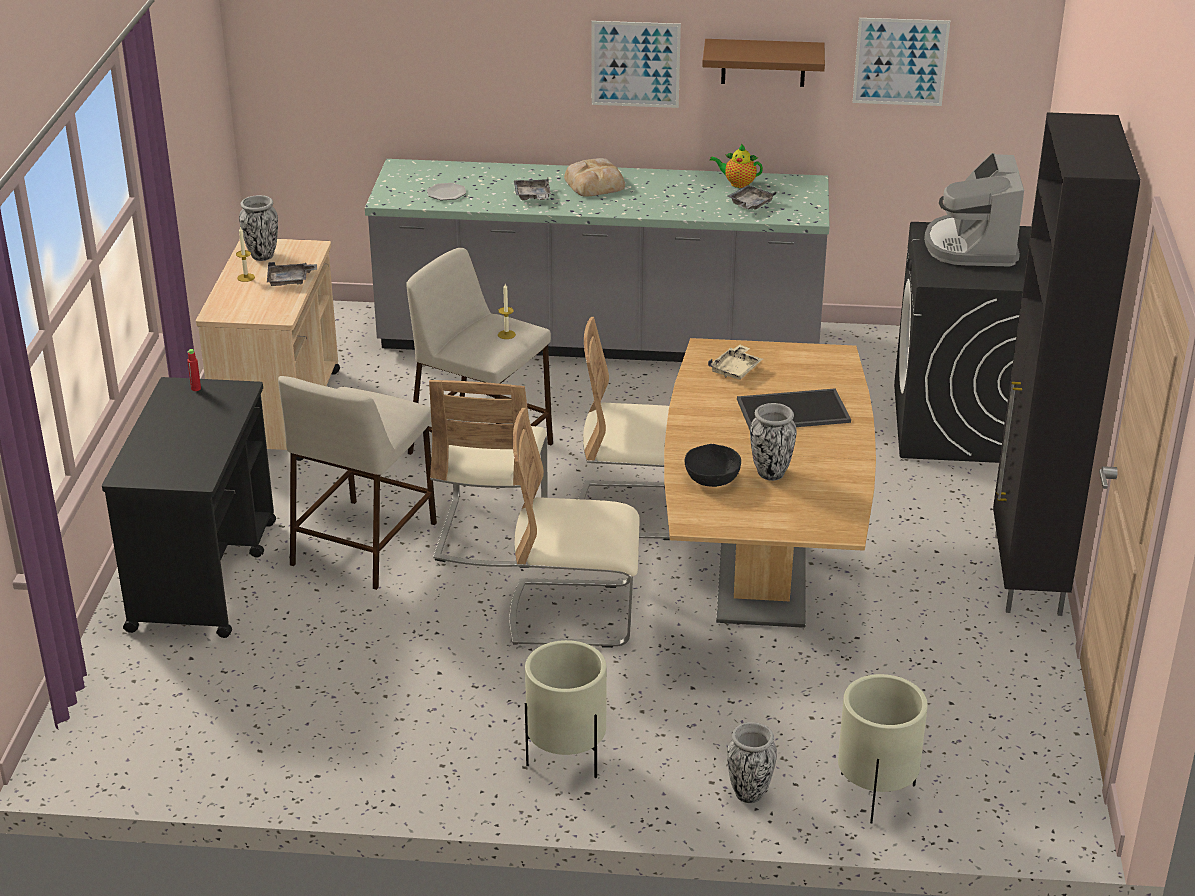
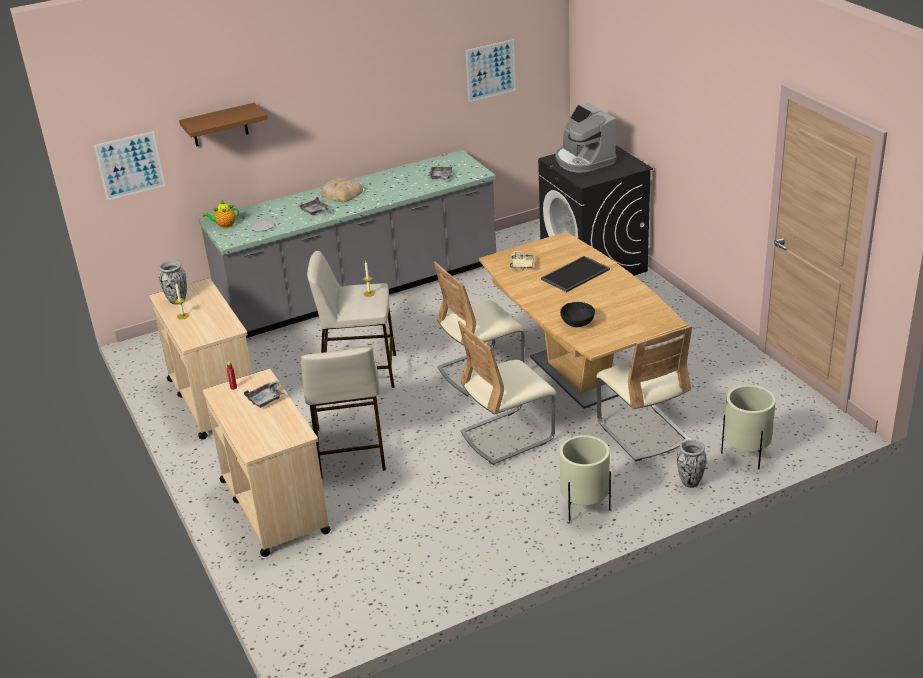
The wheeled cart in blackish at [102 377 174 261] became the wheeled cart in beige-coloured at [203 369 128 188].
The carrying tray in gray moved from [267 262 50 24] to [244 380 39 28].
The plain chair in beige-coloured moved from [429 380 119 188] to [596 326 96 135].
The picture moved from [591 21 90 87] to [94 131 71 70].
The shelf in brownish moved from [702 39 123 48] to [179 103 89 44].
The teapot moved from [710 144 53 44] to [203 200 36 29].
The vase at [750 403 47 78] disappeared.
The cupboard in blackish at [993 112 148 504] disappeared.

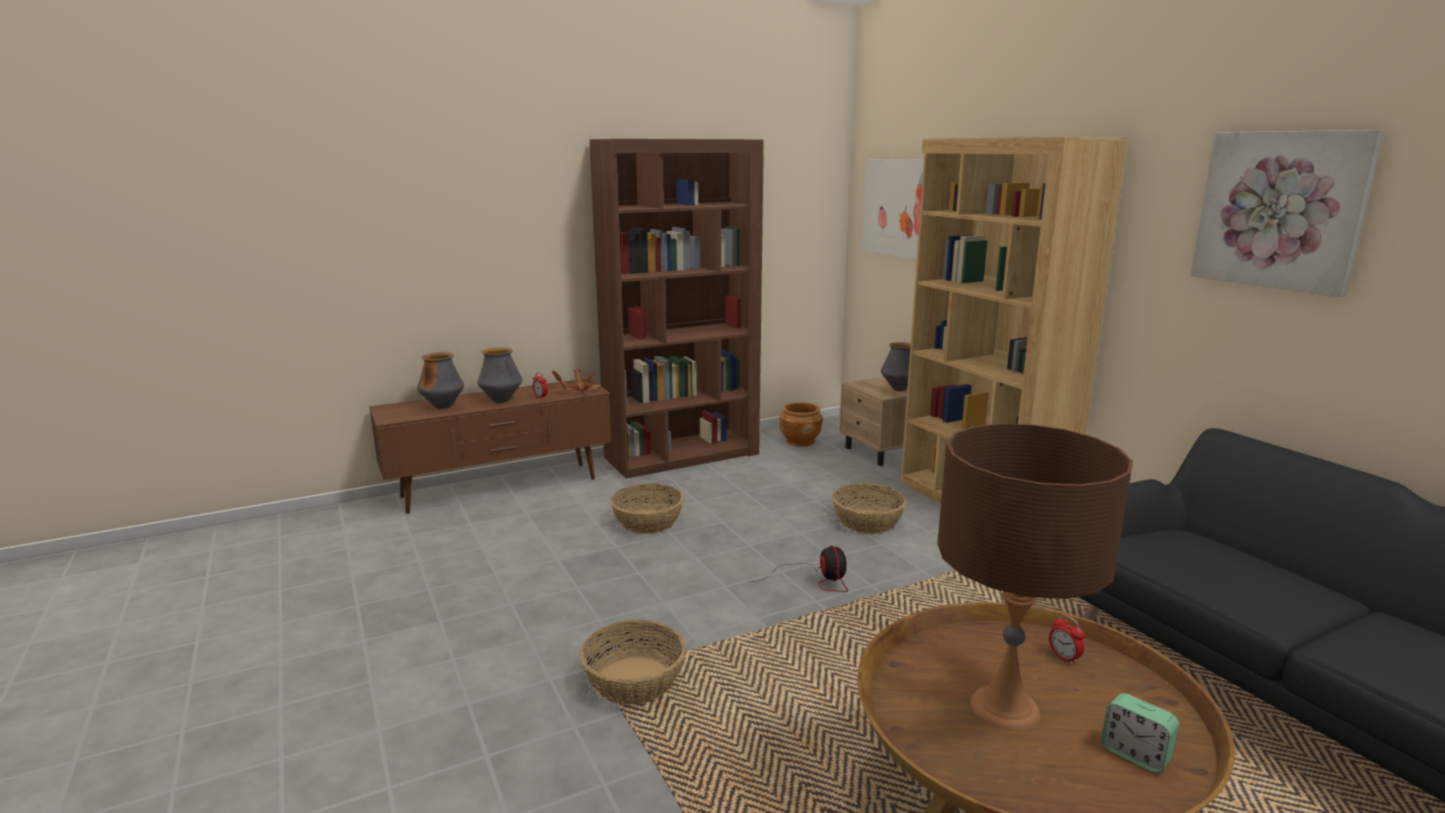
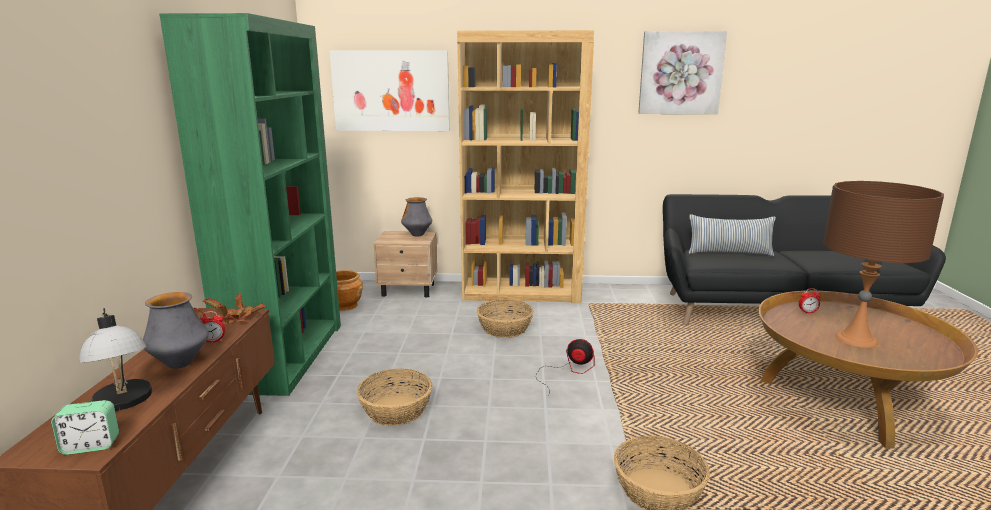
The vase at [417 352 47 57] was replaced by the table lamp at [79 308 73 103].
The bookshelf in brownish at [589 139 175 340] became the bookshelf in green-coloured at [159 13 182 383].
The table clock moved from [1101 693 78 80] to [51 400 68 55].
The pillow at [688 215 88 41] appeared.

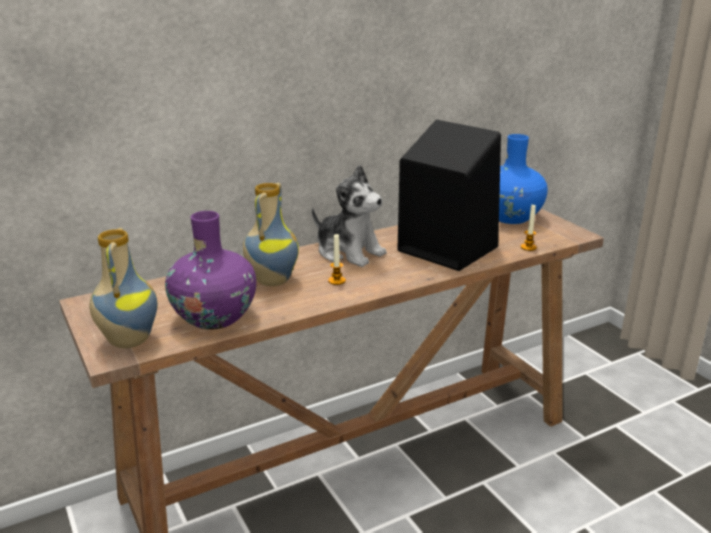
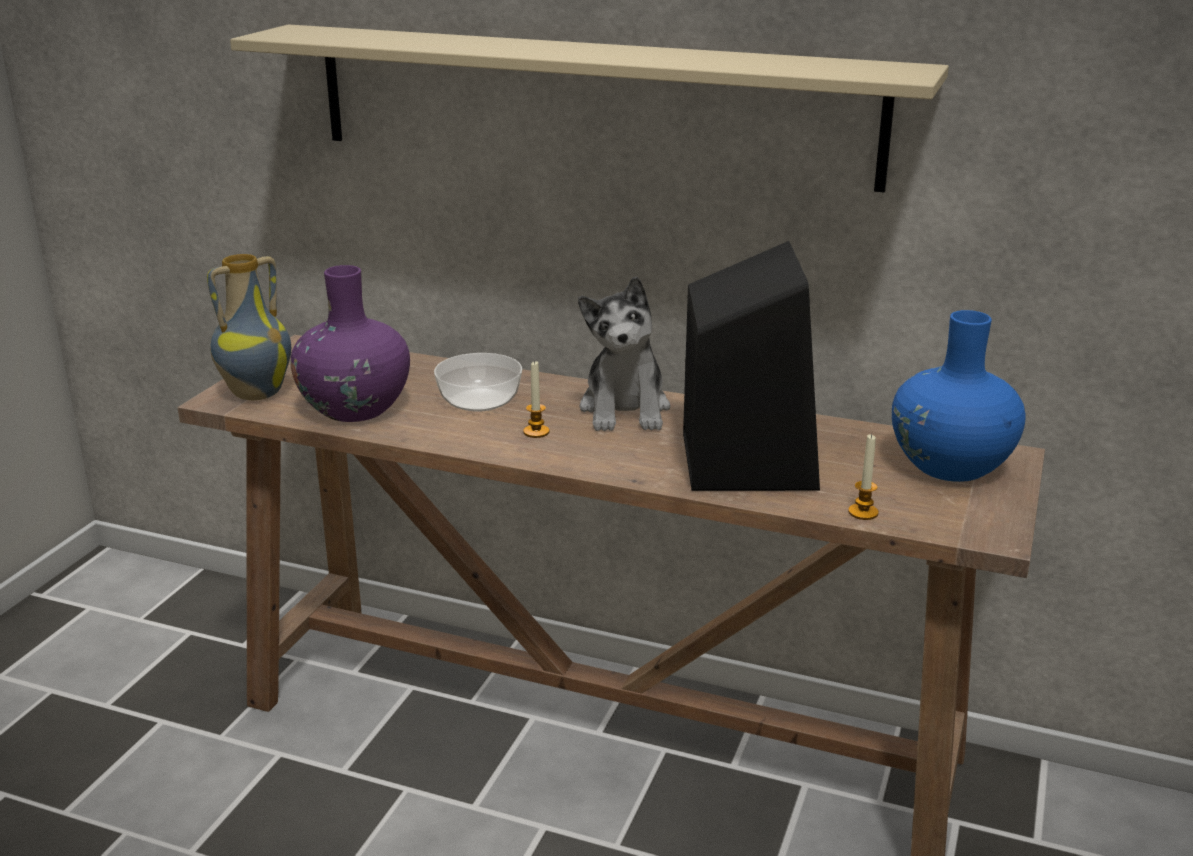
The vase at [243 183 56 103] was replaced by the serving bowl at [434 353 88 59].
The shelf in beige-coloured at [230 24 719 169] appeared.

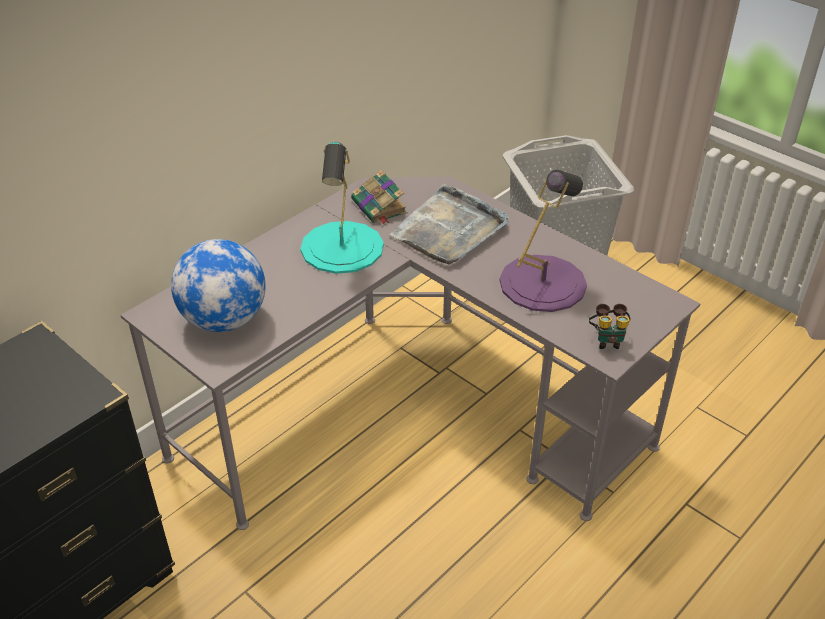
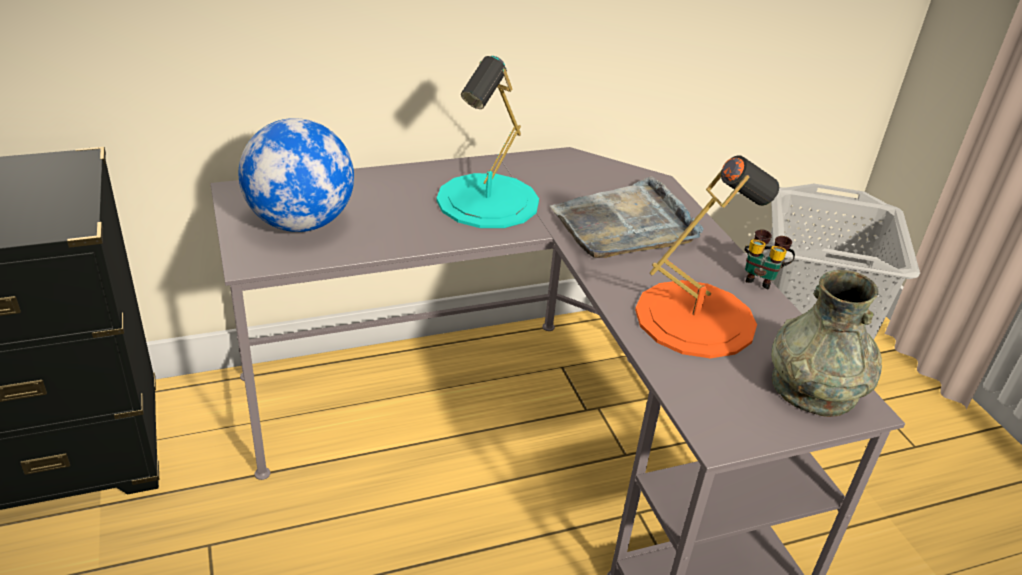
The volume at [351 170 56 55] disappeared.
The table lamp in purple-coloured at [499 170 88 142] became the table lamp in orangey at [635 155 144 203].
The binoculars moved from [589 304 41 45] to [745 229 50 60].
The vase in gray at [771 270 111 147] appeared.

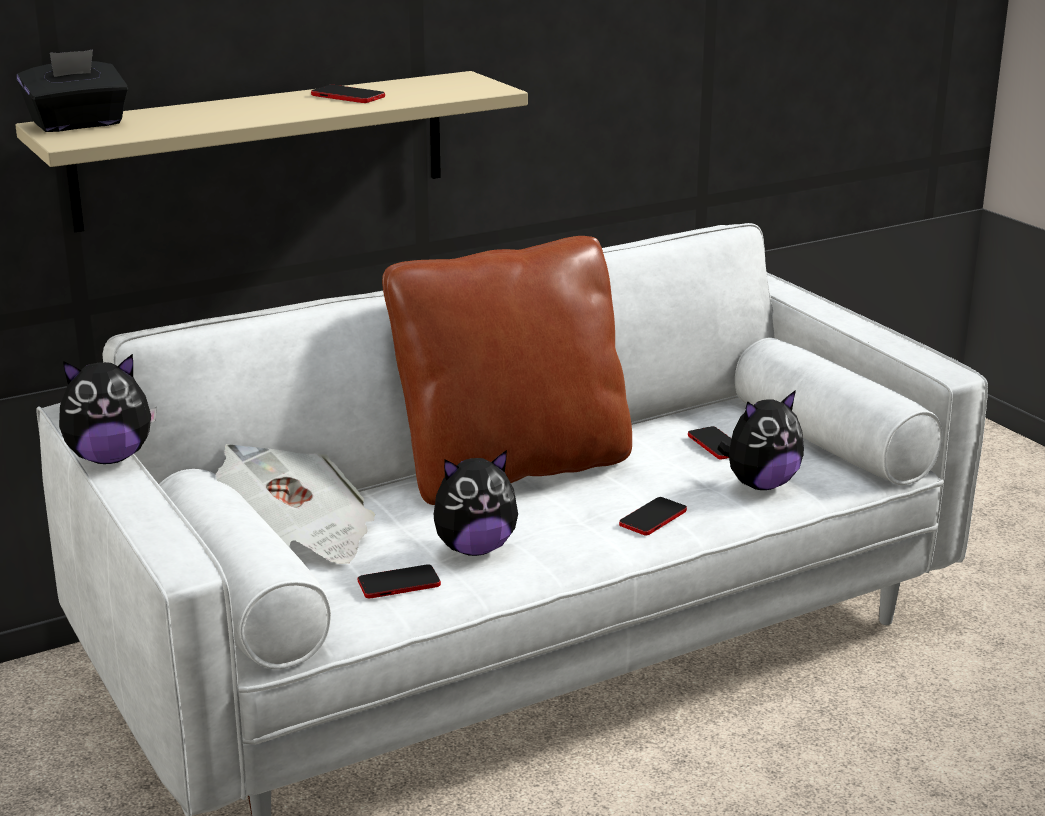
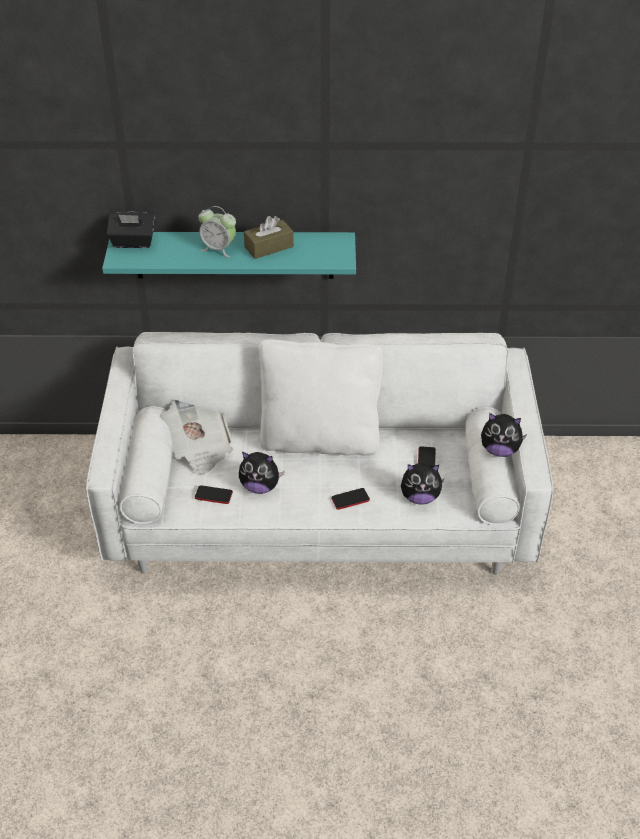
The shelf in beige-coloured at [15 71 513 161] became the shelf in turquoise at [102 232 254 47].
The cuddly toy moved from [59 354 98 110] to [481 413 46 44].
The handset at [311 85 74 18] was replaced by the tissue holder in brownish at [244 216 50 43].
The pillow in brownish at [382 236 250 269] became the pillow in whitish at [259 339 124 117].
The table clock at [198 206 38 52] appeared.

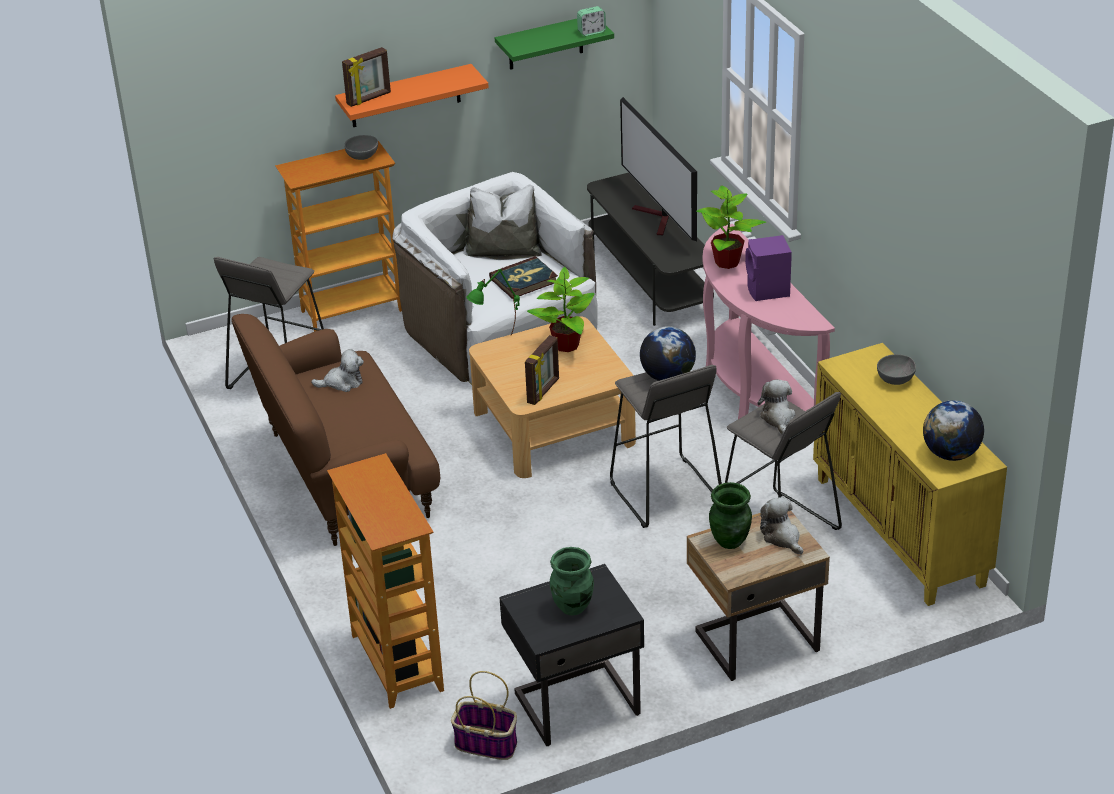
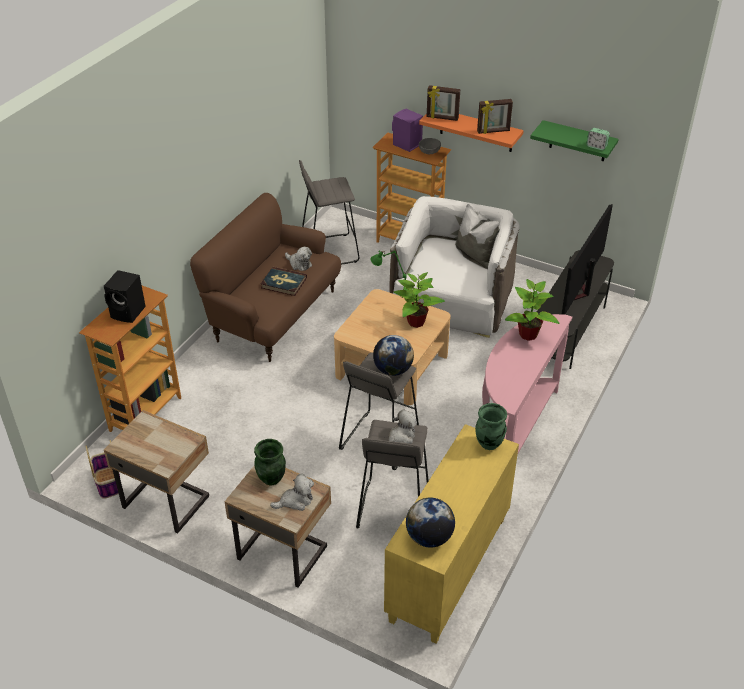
The volume moved from [489 256 69 43] to [261 267 46 29].
The night table in blackish at [499 564 145 182] became the night table in beige-coloured at [104 410 105 124].
The standing frame moved from [525 335 34 70] to [477 99 36 35].
The vase in green-coloured moved from [550 547 44 69] to [475 403 32 47].
The speaker in purple-coloured moved from [745 235 47 66] to [392 109 31 43].
The cuddly toy at [760 497 43 58] turned 45 degrees clockwise.
The serving bowl in gray at [877 354 39 31] disappeared.
The speaker in blackish at [104 270 42 53] appeared.

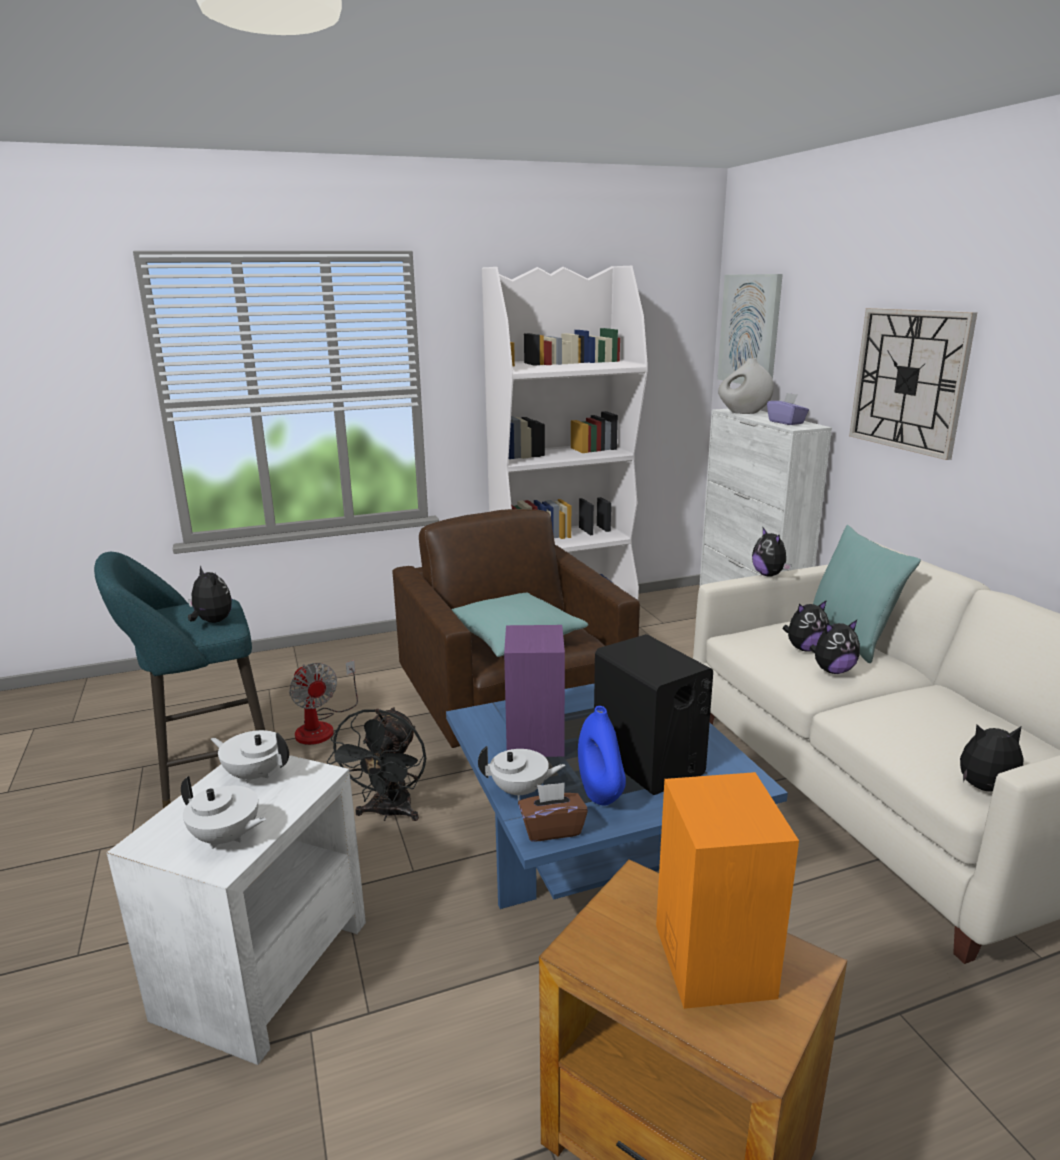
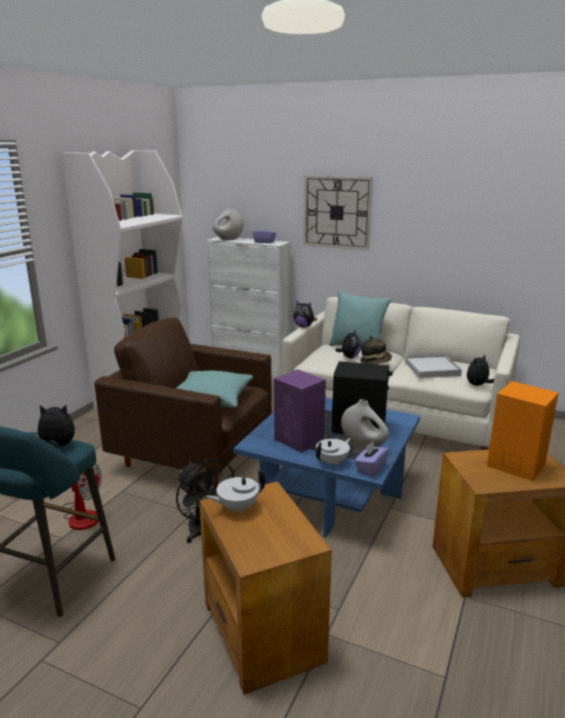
The accent table in whitish at [106 755 260 310] became the accent table in brownish at [199 481 133 214].
The teapot in whitish at [181 776 85 73] disappeared.
The tissue holder in brownish at [518 782 70 60] became the tissue holder in purple-coloured at [355 441 34 36].
The vase in bluish at [578 706 48 99] became the vase in whitish at [341 399 48 52].
The picture at [717 274 66 110] disappeared.
The cuddly toy at [809 620 51 54] was replaced by the wearable hat at [360 335 32 29].
The carrying tray in whitish at [405 354 57 24] appeared.

